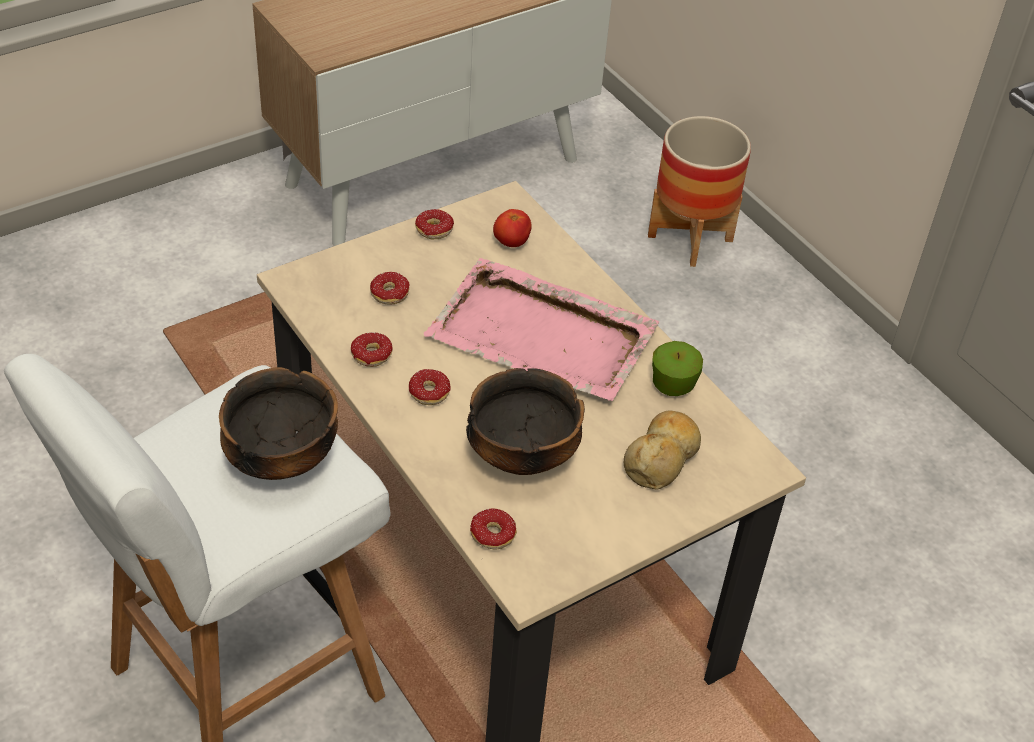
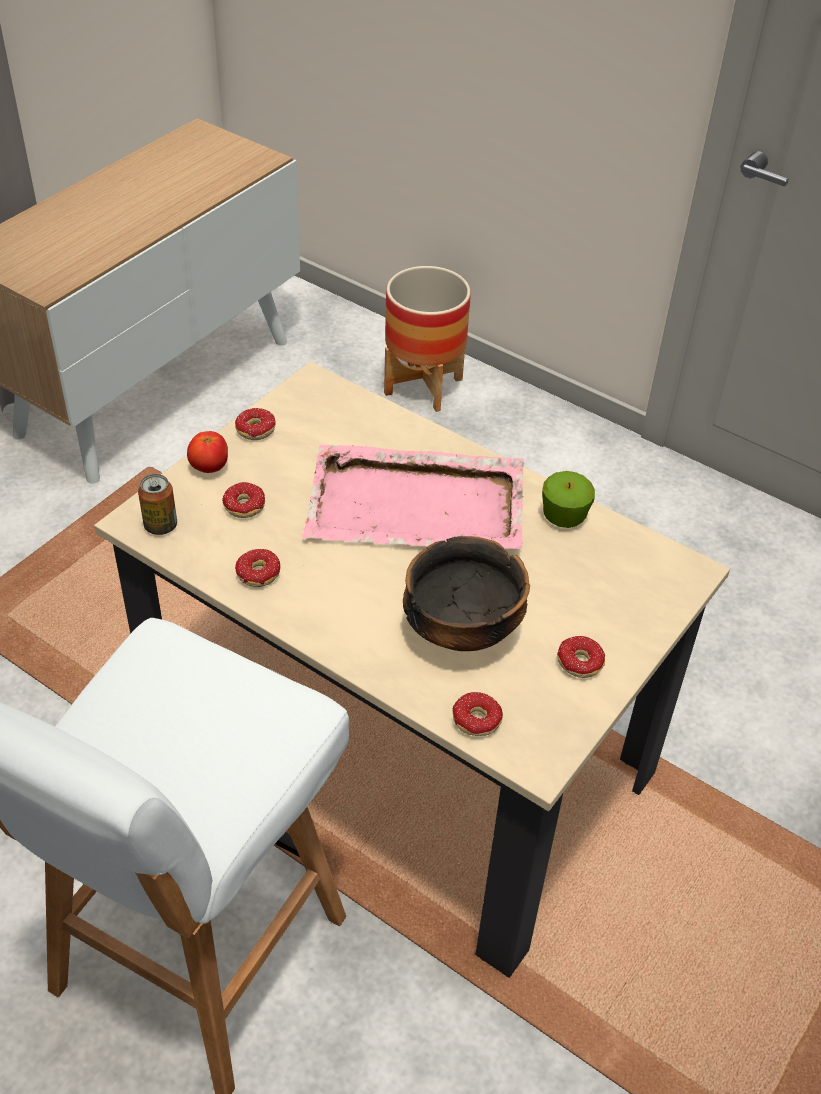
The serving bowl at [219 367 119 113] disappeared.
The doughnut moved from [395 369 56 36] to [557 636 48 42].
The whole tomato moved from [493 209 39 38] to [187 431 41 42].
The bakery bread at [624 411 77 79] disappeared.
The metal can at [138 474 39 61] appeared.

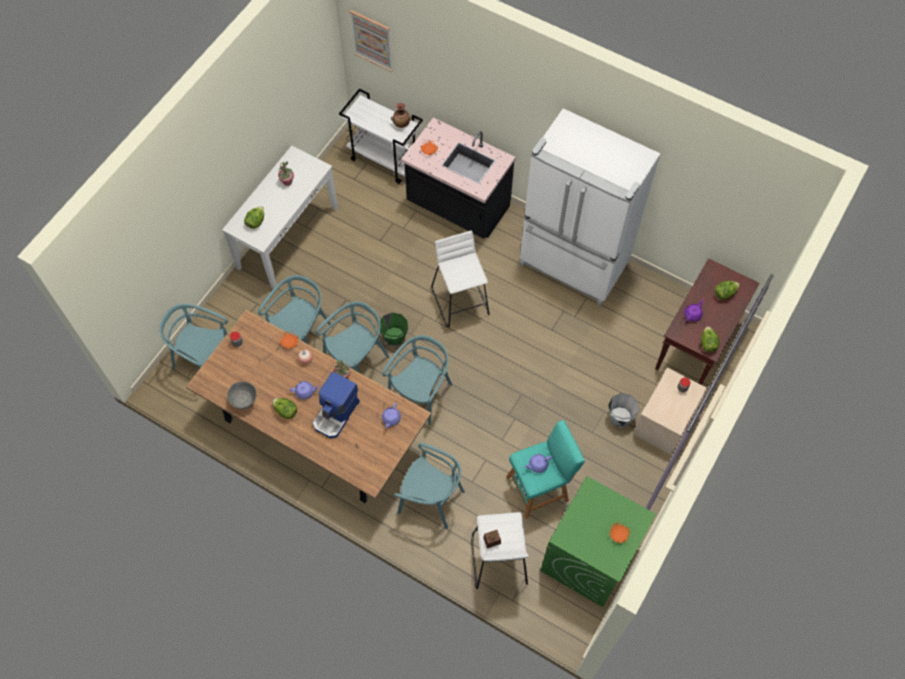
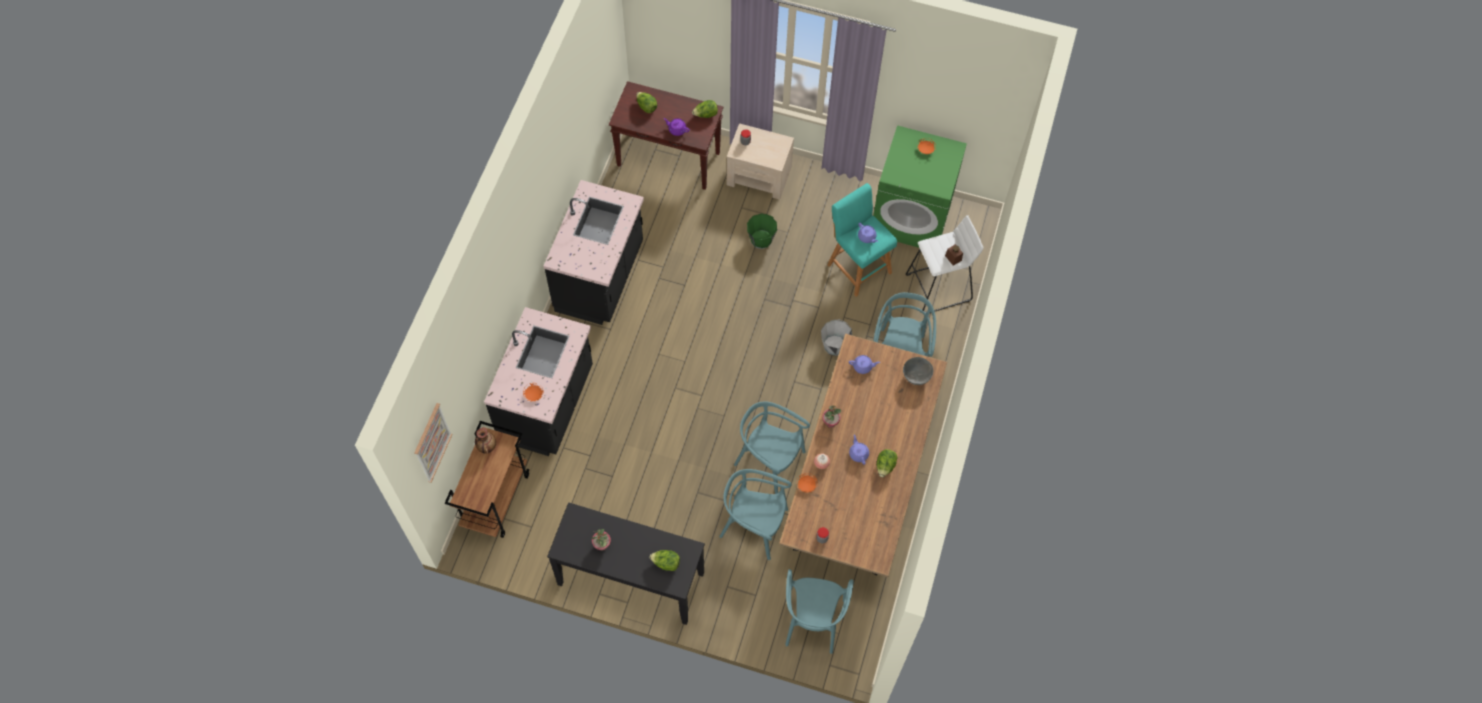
The narrow table in whitish at [222 146 116 143] became the narrow table in blackish at [547 502 158 123].
The serving bowl in gray moved from [227 381 29 28] to [903 357 30 28].
The coffee brewer at [313 371 47 67] disappeared.
The wheeled cart in whitish at [339 89 84 95] became the wheeled cart in brownish at [445 421 84 117].
The water bucket in green-coloured moved from [380 313 28 33] to [747 213 30 36].
The plain chair in turquoise at [382 335 70 90] disappeared.
The stool in whitish at [431 231 59 97] disappeared.
The kitchen fridge in whitish at [519 108 142 198] was replaced by the kitchen base unit in blackish at [544 180 100 145].
The water bucket in gray moved from [608 393 32 34] to [821 319 31 37].

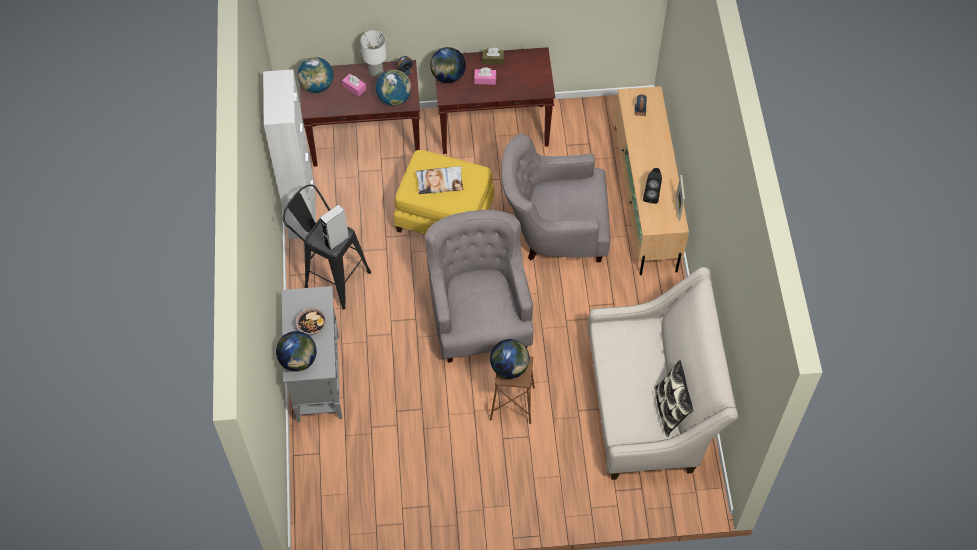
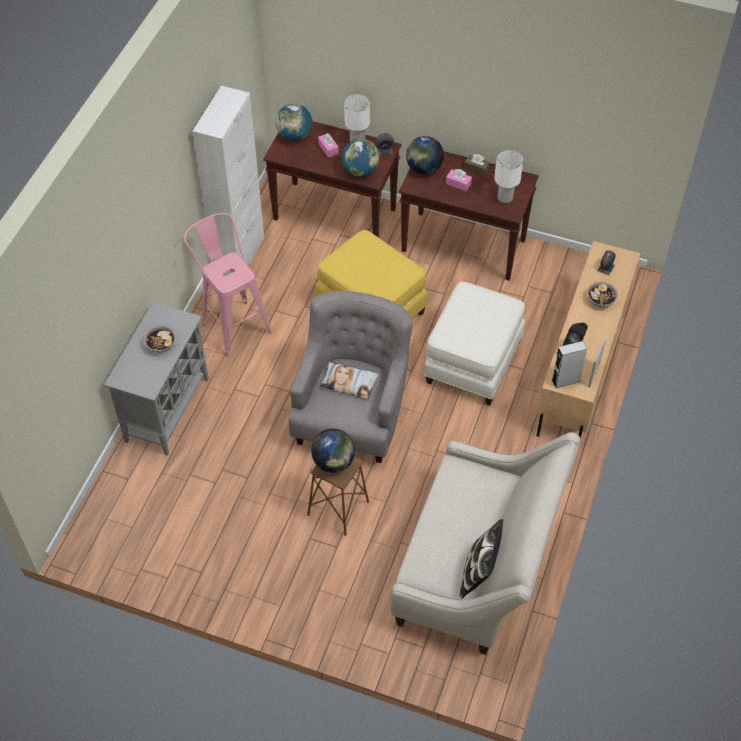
The desk globe at [276 331 41 40] disappeared.
The stool in blackish at [283 184 88 126] became the stool in pink-coloured at [184 213 88 144].
The speaker in gray moved from [320 204 29 47] to [552 341 35 47].
The pillow moved from [415 166 49 28] to [320 361 59 38].
The armchair in gray at [501 133 109 129] was replaced by the footrest in whitish at [423 282 102 124].
The table lamp in whitish at [494 150 29 53] appeared.
The serving bowl at [587 282 31 25] appeared.

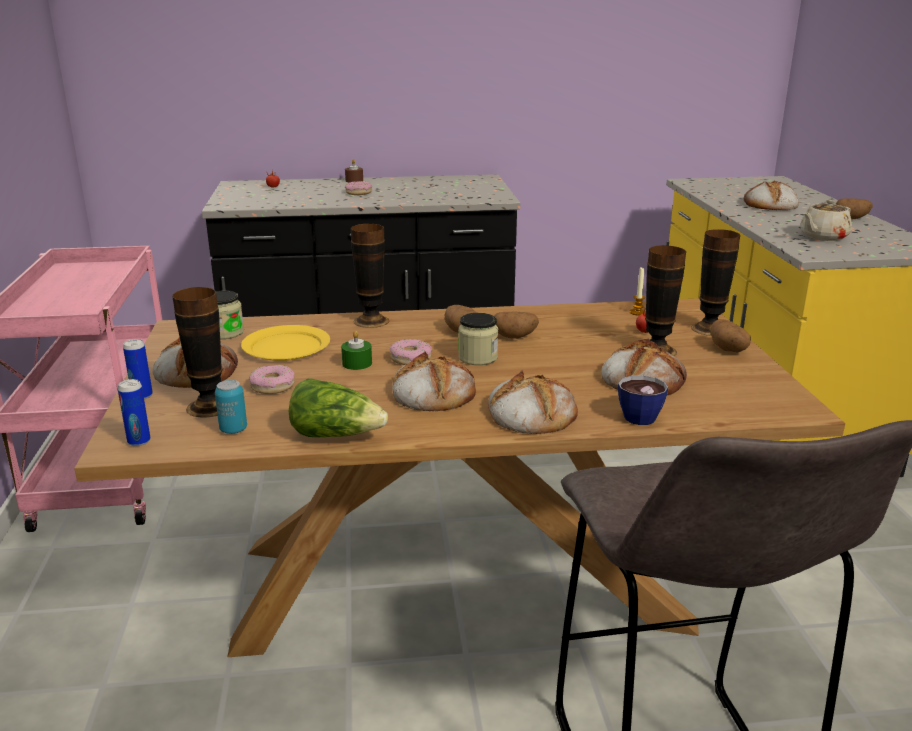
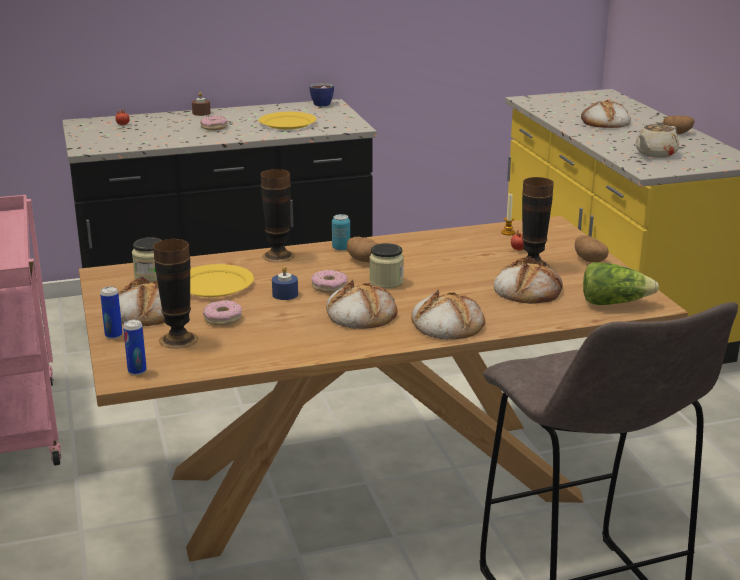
The metal can moved from [215 380 32 54] to [332 214 18 37].
The head of lettuce moved from [289 378 99 59] to [583 262 76 43].
The candle in green-coloured at [341 331 31 39] became the candle in bluish at [272 266 26 34].
The potato at [494 311 45 28] disappeared.
The drinking cup moved from [618 375 50 50] to [309 83 25 23].
The vase at [691 229 49 107] disappeared.
The dinner plate in yellow at [259 112 57 17] appeared.

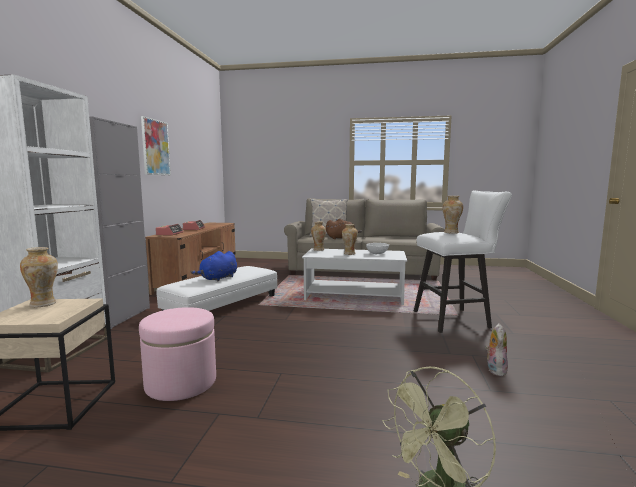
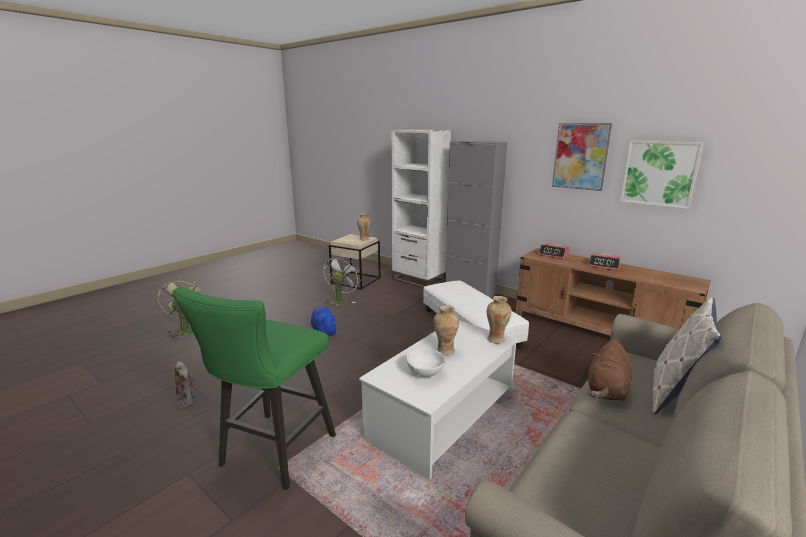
The footrest in pink-coloured at [139 307 77 94] was replaced by the electric fan in whitish at [323 256 38 51].
The cuddly toy in bluish moved from [191 251 46 30] to [311 306 26 31].
The stool in whitish at [414 191 98 142] became the stool in green-coloured at [172 287 164 203].
The vase at [443 196 20 38] disappeared.
The picture at [620 140 84 69] appeared.

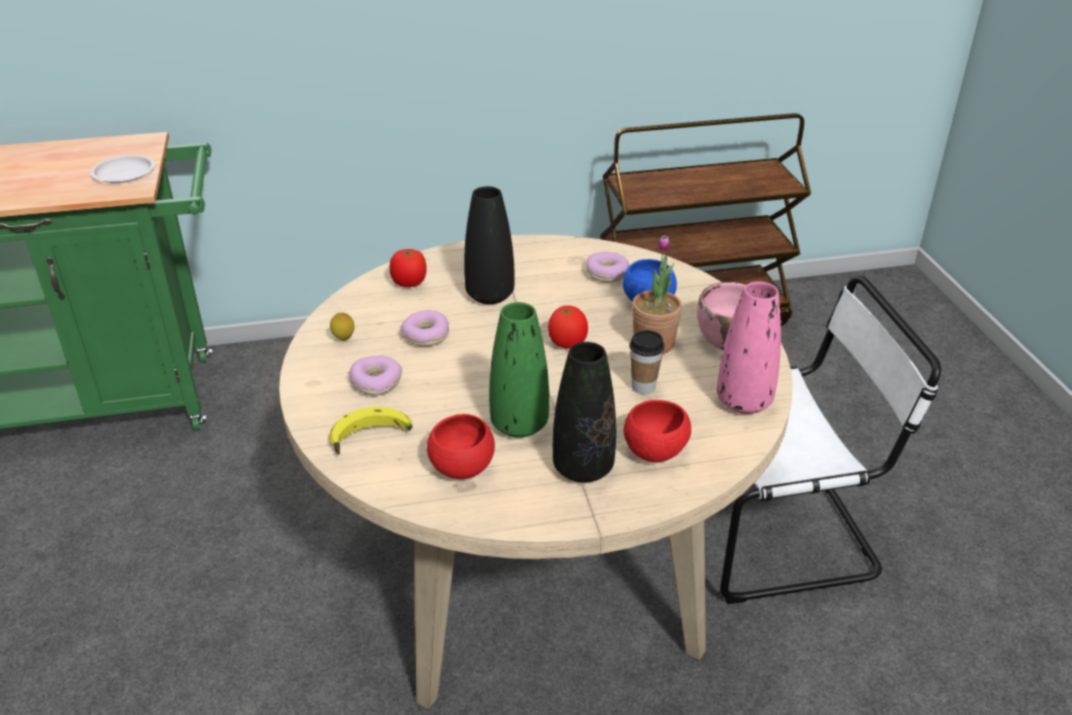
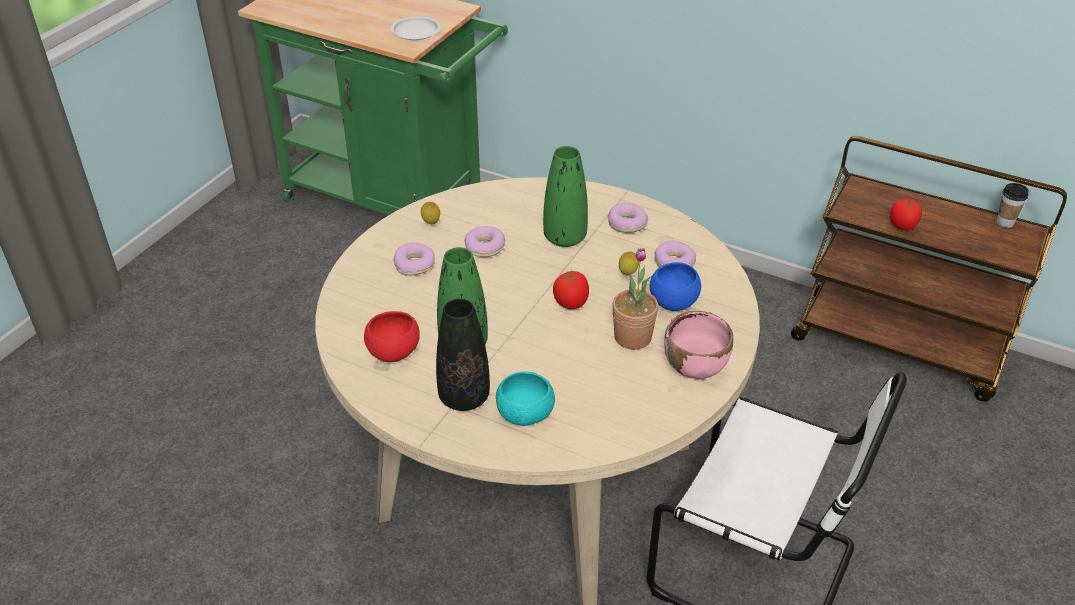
The banana fruit at [329 407 83 48] disappeared.
The whole tomato moved from [390 248 37 39] to [890 198 32 32].
The vase in blackish at [464 186 50 118] became the vase in green-coloured at [543 146 45 101].
The serving bowl in red at [624 400 67 62] became the serving bowl in turquoise at [496 372 59 54].
The drinking cup moved from [629 330 35 64] to [997 183 31 45].
The vase in pink-coloured at [717 281 64 133] disappeared.
The doughnut at [608 203 40 30] appeared.
The whole lemon at [619 252 20 23] appeared.

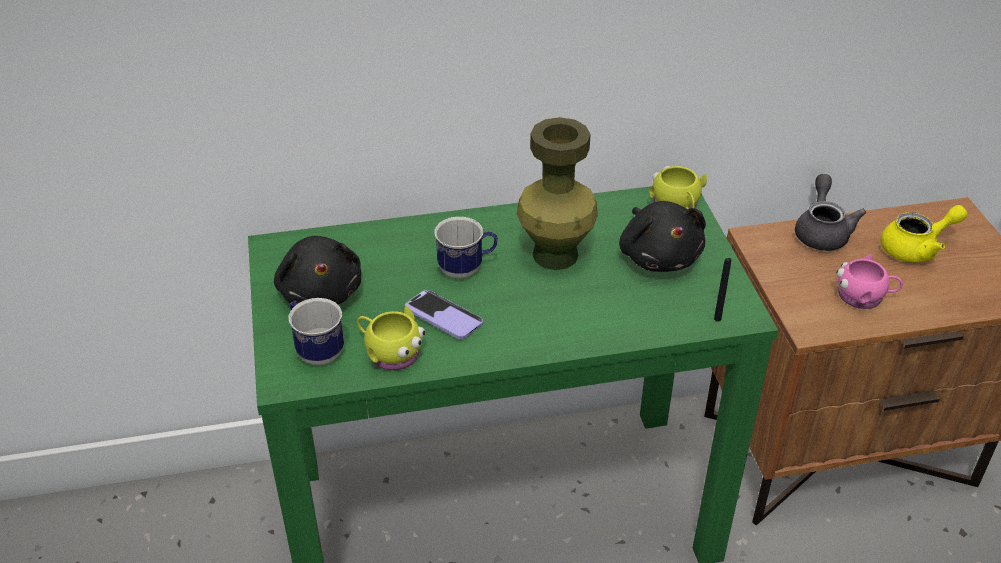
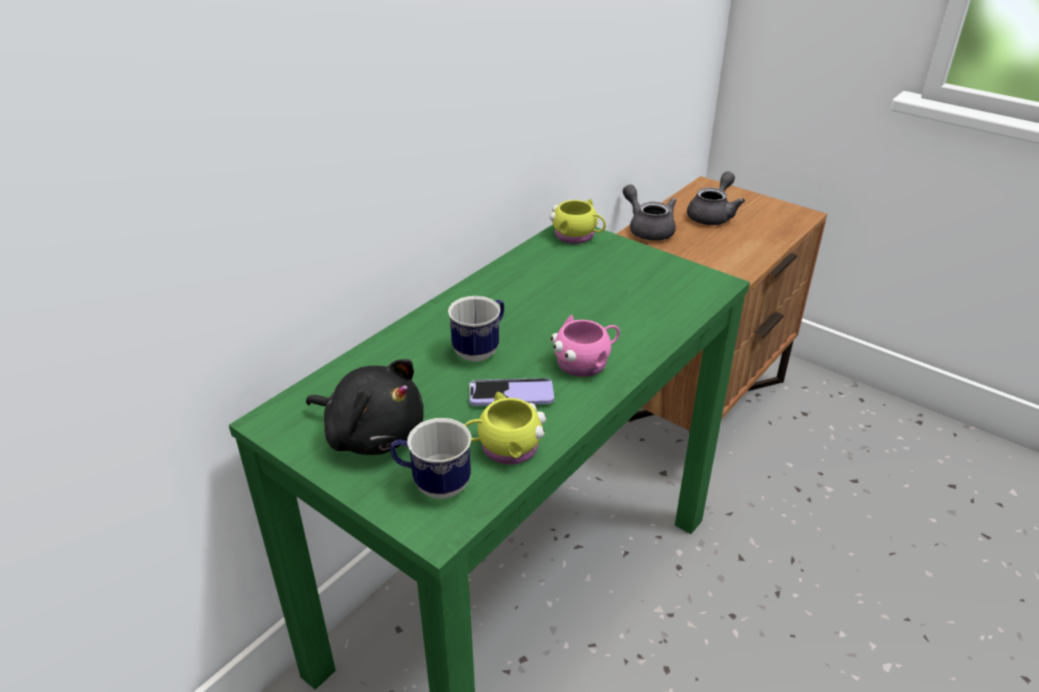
The vase in green-coloured at [516 117 82 153] disappeared.
The cuddly toy in blackish at [619 201 87 71] disappeared.
The candle in blackish at [714 257 17 65] disappeared.
The tea mug in pink-coloured moved from [836 254 67 55] to [551 315 69 62].
The teapot in yellow at [881 205 87 58] became the teapot in gray at [687 172 58 53].

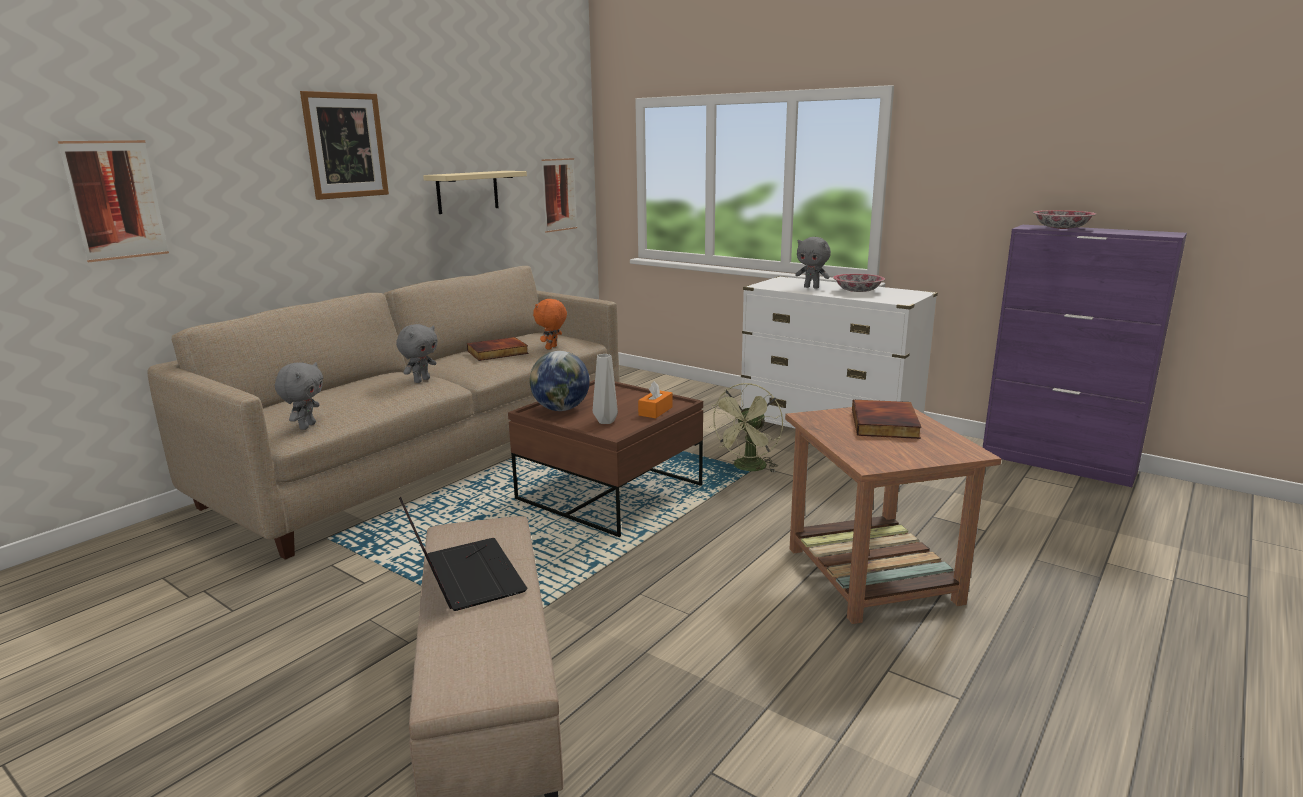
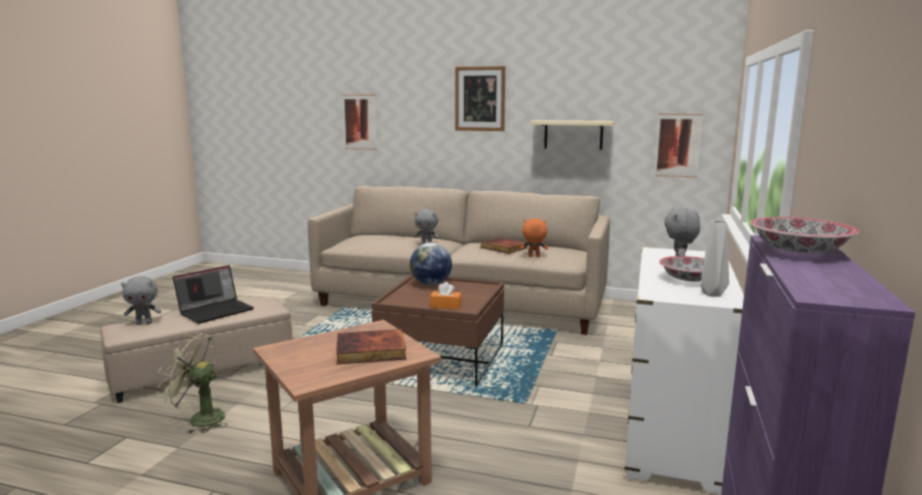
The cuddly toy in gray moved from [275 362 48 68] to [121 276 40 49].
The vase in gray moved from [593 354 25 70] to [701 220 28 77].
The electric fan in green-coloured moved from [710 383 73 90] to [157 332 71 102].

